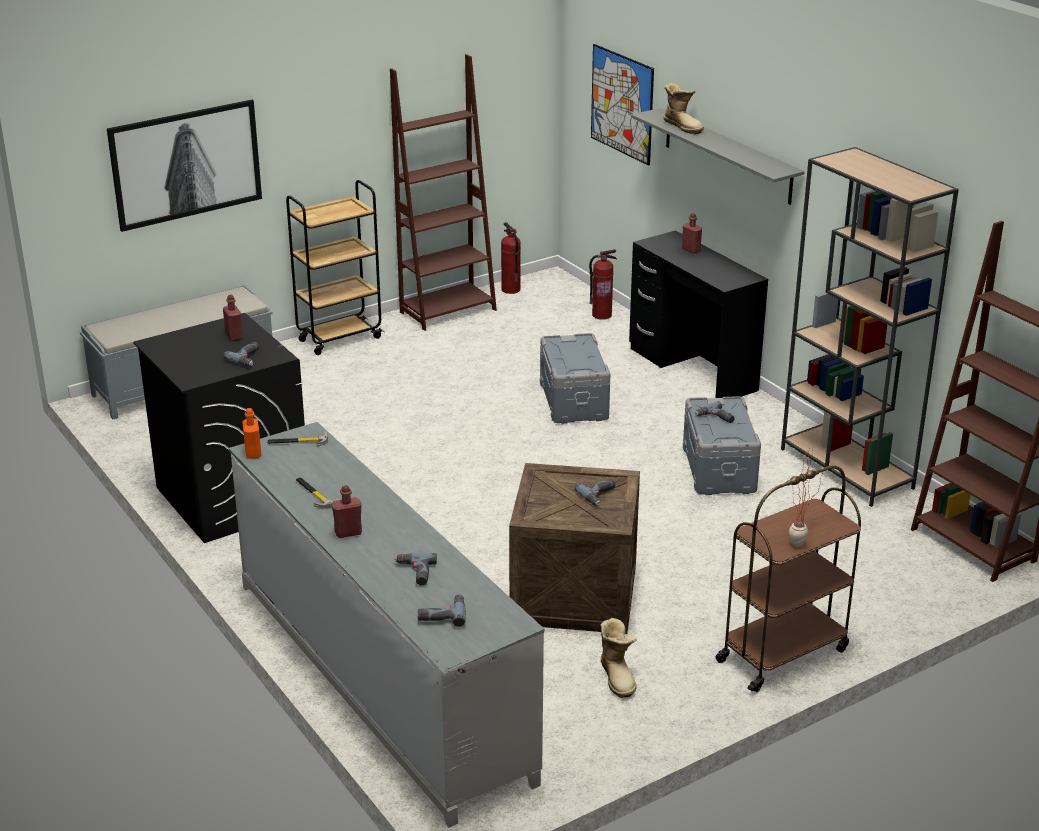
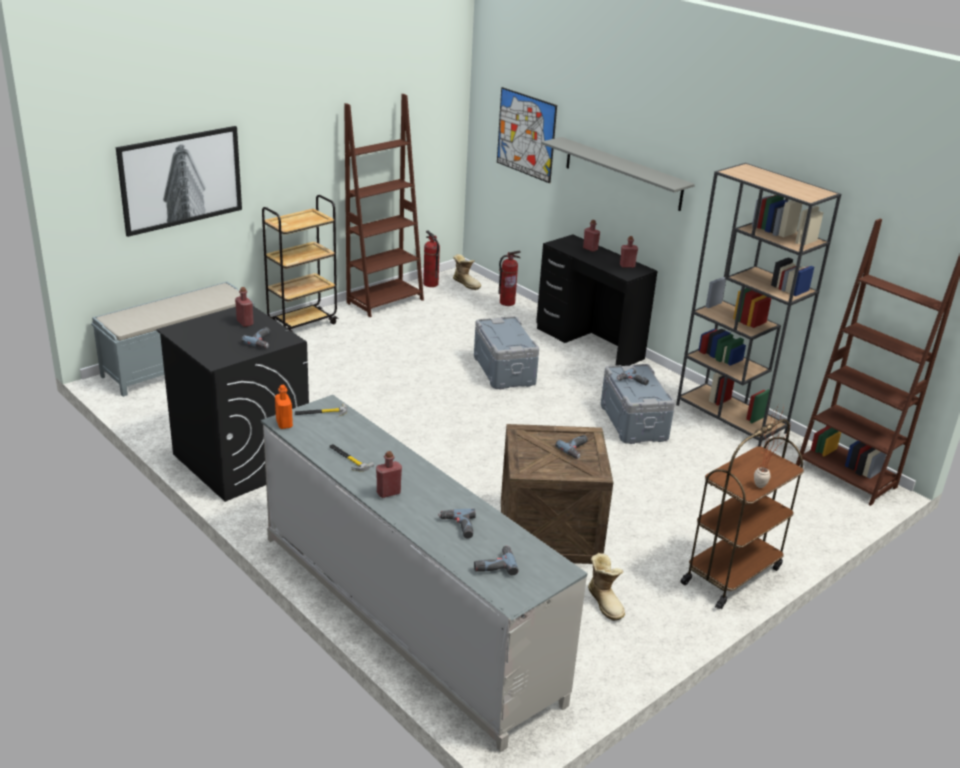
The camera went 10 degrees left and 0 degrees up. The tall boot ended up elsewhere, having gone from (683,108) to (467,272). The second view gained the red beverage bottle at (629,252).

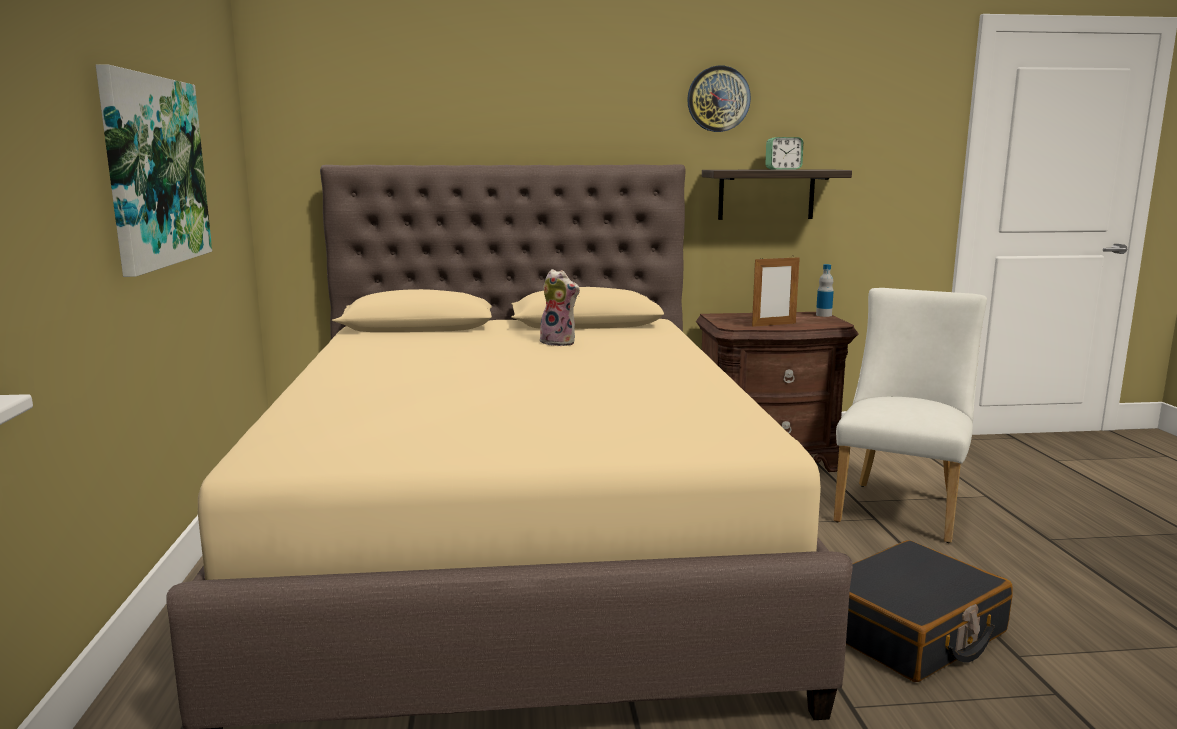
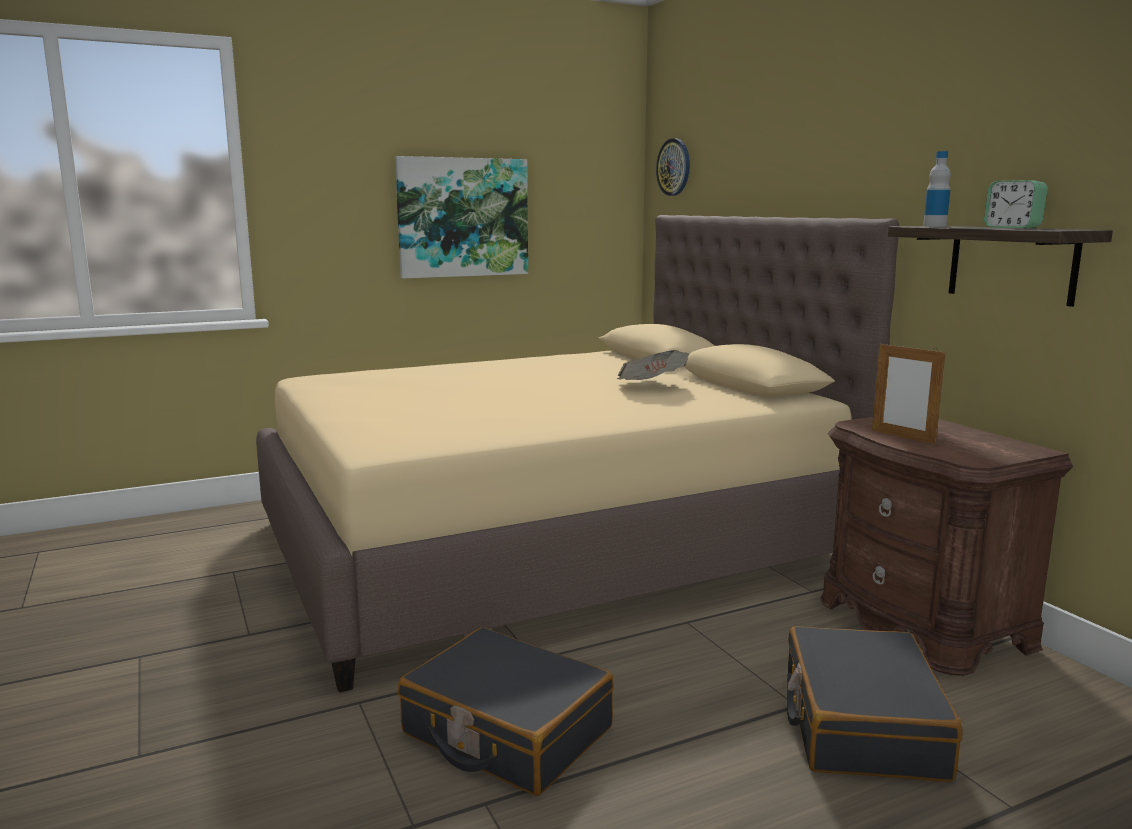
The camera went 70 degrees right and 0 degrees up. Where the cuddly toy stood at (559,307), the printed paper came to stand at (653,365). The hanging clock ended up elsewhere, having gone from (719,99) to (673,167). The beverage bottle ended up elsewhere, having gone from (825,290) to (937,189). Where the whitish upright chair stood at (910,415), the black suitcase came to stand at (875,704).

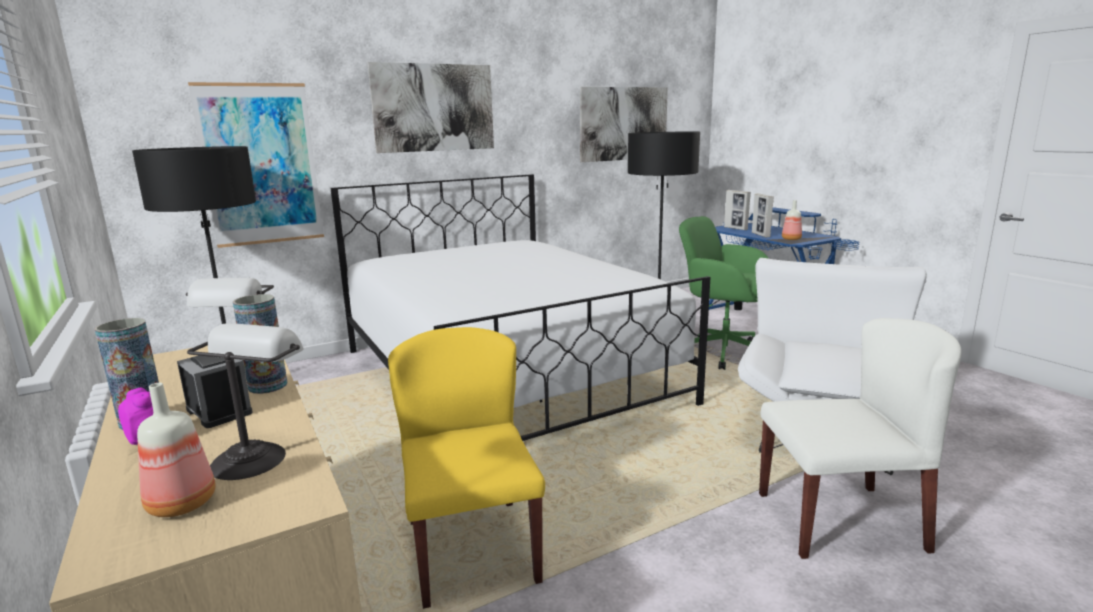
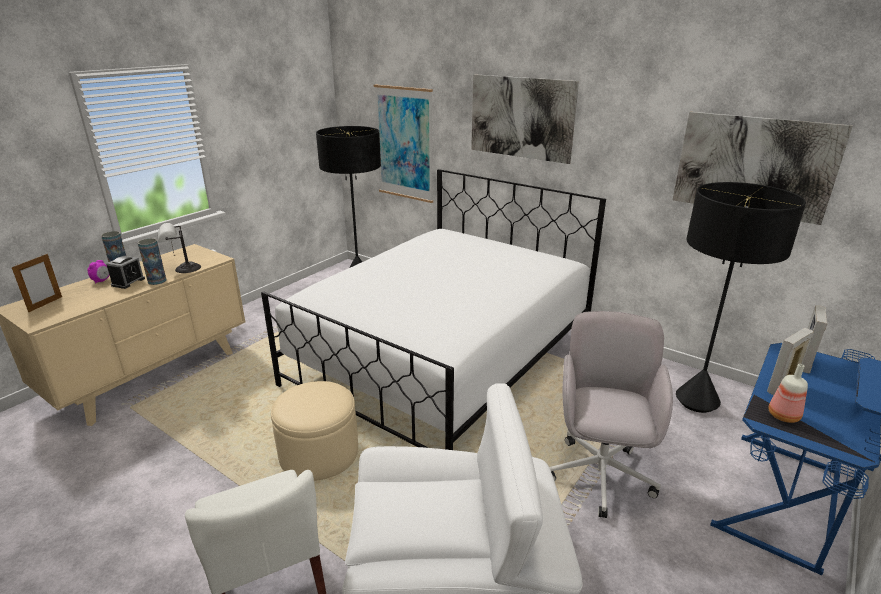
The camera went 65 degrees right and 10 degrees up. Where the beverage bottle stood at (176,450), the standing frame came to stand at (37,283). The second view lost the table lamp at (245,401). The second view lost the yellow upright chair at (466,468). What was the green-coloured computer chair at (724,293) turned into the grey computer chair at (611,414). The second view gained the beige ottoman at (314,431).

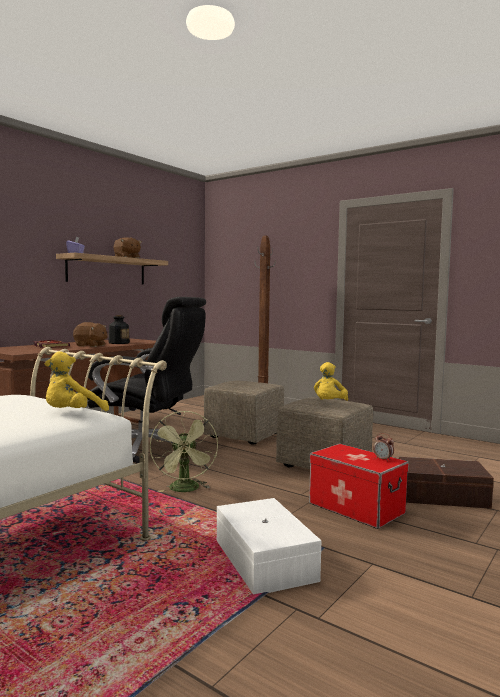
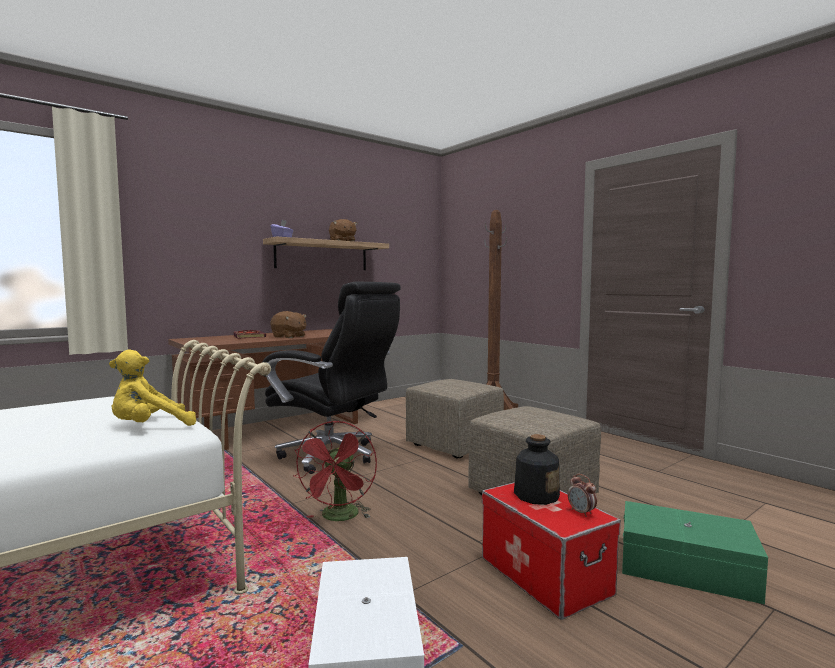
The camera went 15 degrees right and 0 degrees up. The beverage bottle ended up elsewhere, having gone from (119,329) to (537,469). What was the green-coloured cooling fan at (184,451) turned into the red cooling fan at (335,471). The second view lost the yellow cuddly toy at (331,381). What was the brown-coloured storage bin at (446,483) turned into the green-coloured storage bin at (695,552).

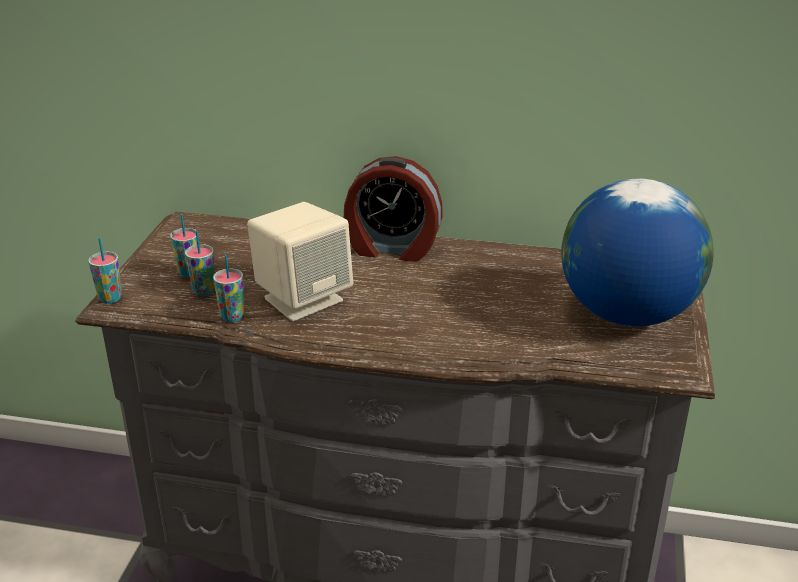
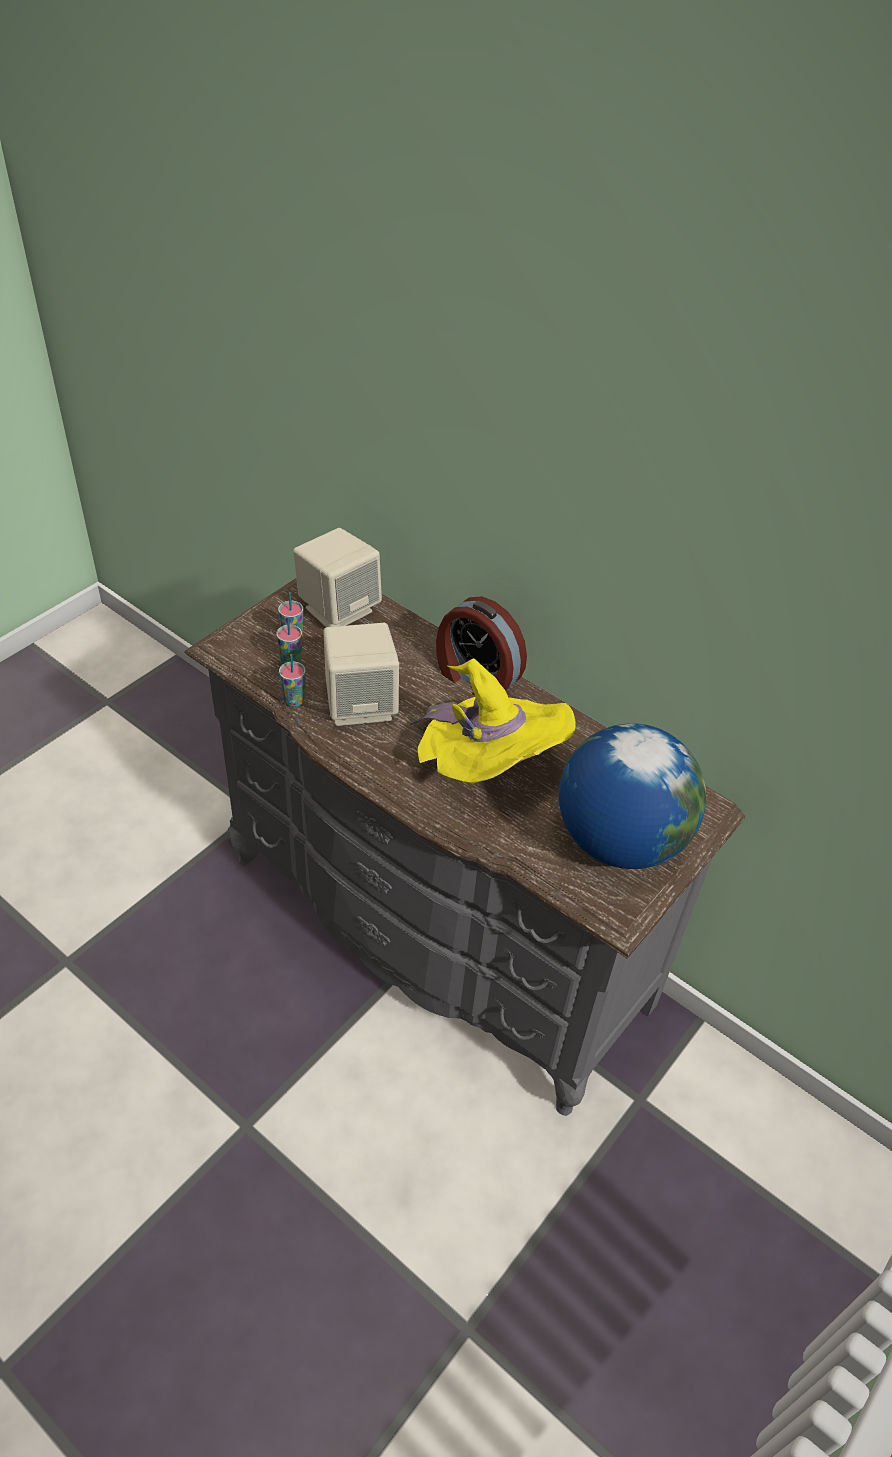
The camera went 25 degrees right and 15 degrees up. The second view lost the drinking cup at (105,270). The second view gained the beige speaker at (337,577). The second view gained the yellow clothing hat at (493,721).

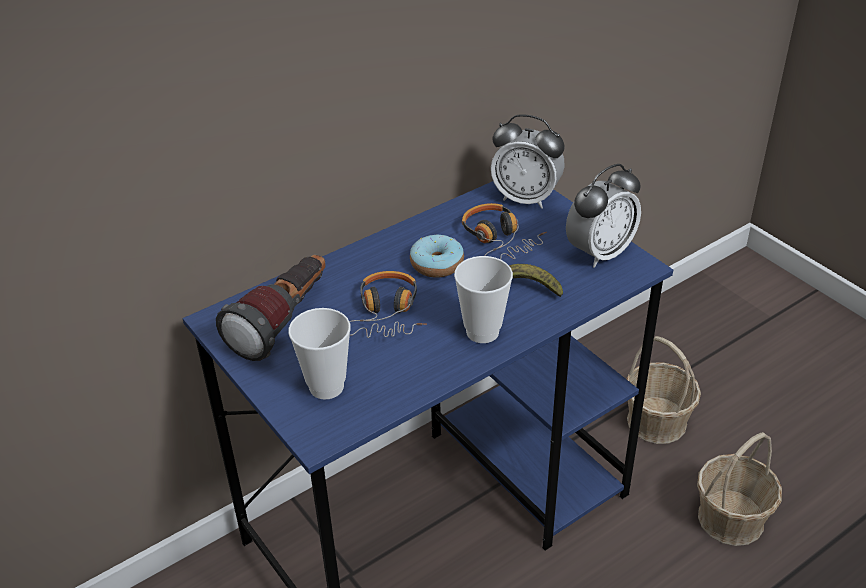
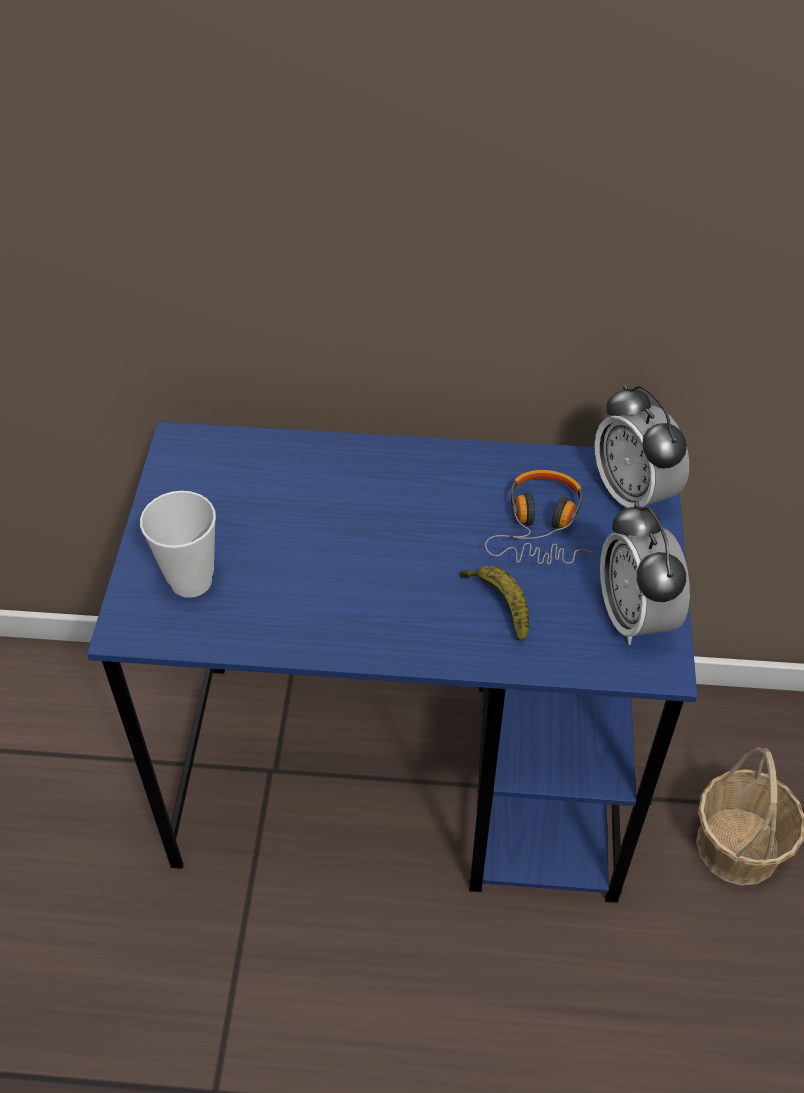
The camera went 40 degrees right and 10 degrees up. The second view lost the flashlight at (271,308). The second view lost the headset at (388,304). The second view lost the donut at (437,256). The second view lost the drinking cup at (483,299). The bedside clock at (603,216) ended up facing another way, 75 degrees clockwise from before. The second view lost the household basket at (739,489).

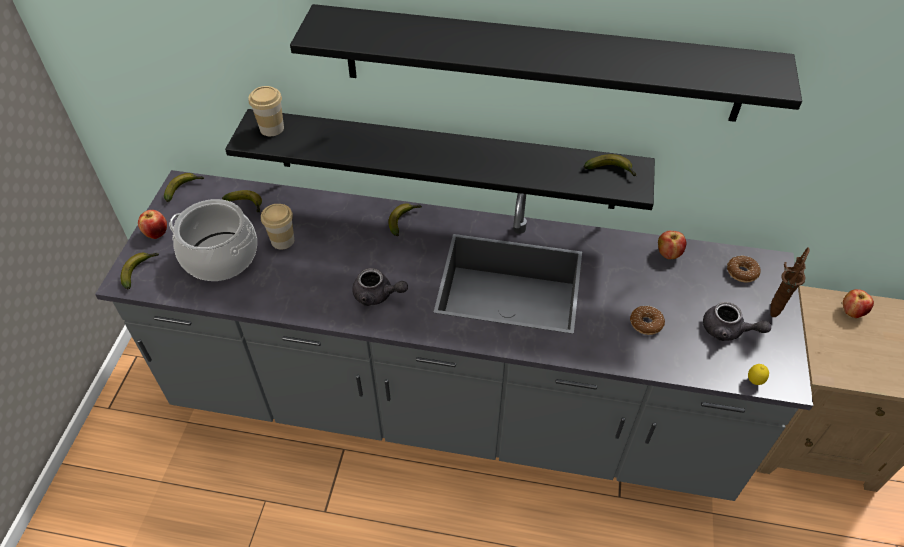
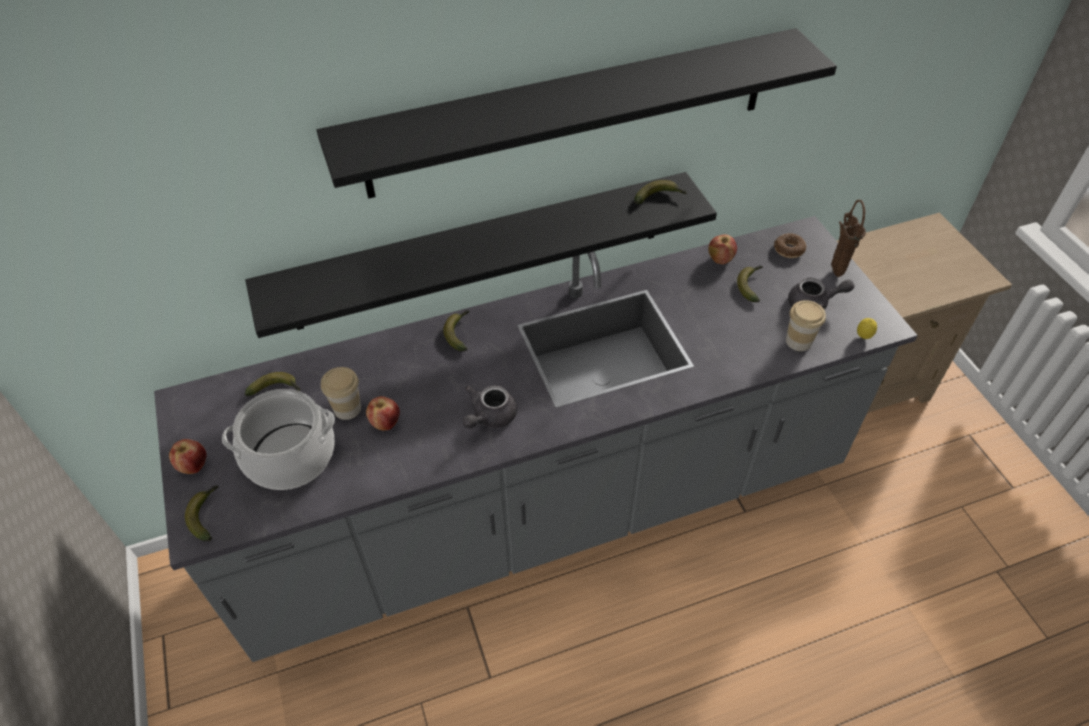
The camera went 30 degrees left and 0 degrees up. The banana fruit ended up elsewhere, having gone from (184,187) to (750,283). The drinking cup ended up elsewhere, having gone from (266,111) to (806,325). The grey tea pot at (380,287) ended up facing another way, 135 degrees clockwise from before. The second view lost the donut at (647,320). The apple ended up elsewhere, having gone from (858,303) to (383,413).

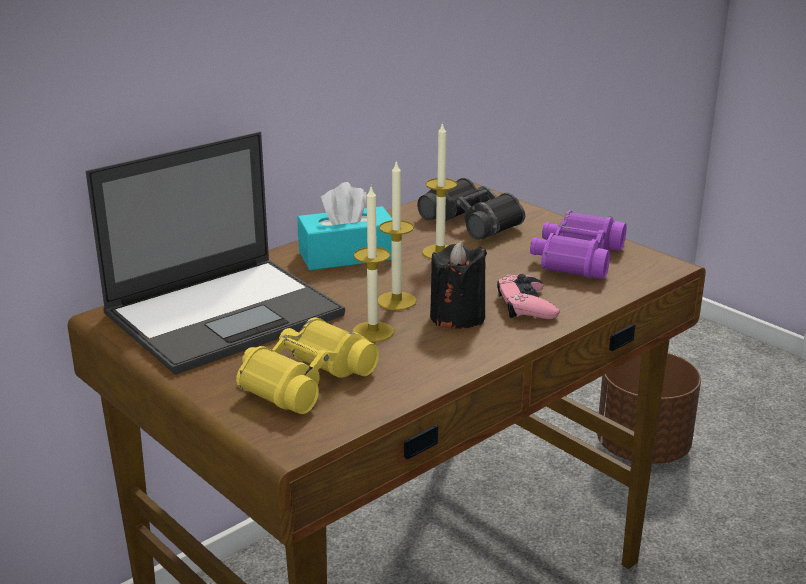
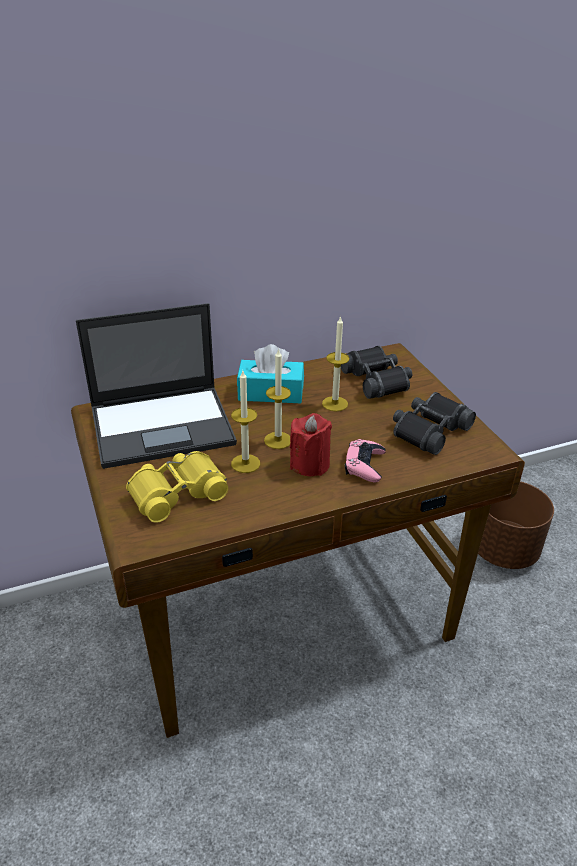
The camera went 20 degrees right and 10 degrees up. What was the black candle at (458,285) turned into the red candle at (311,444). What was the purple field glasses at (578,244) turned into the black field glasses at (434,423).

